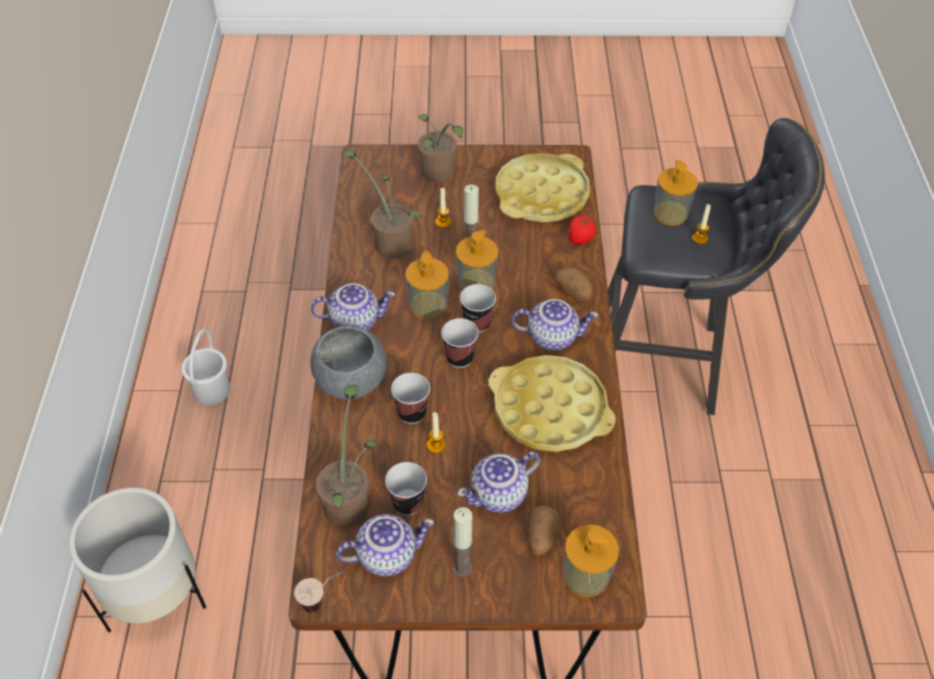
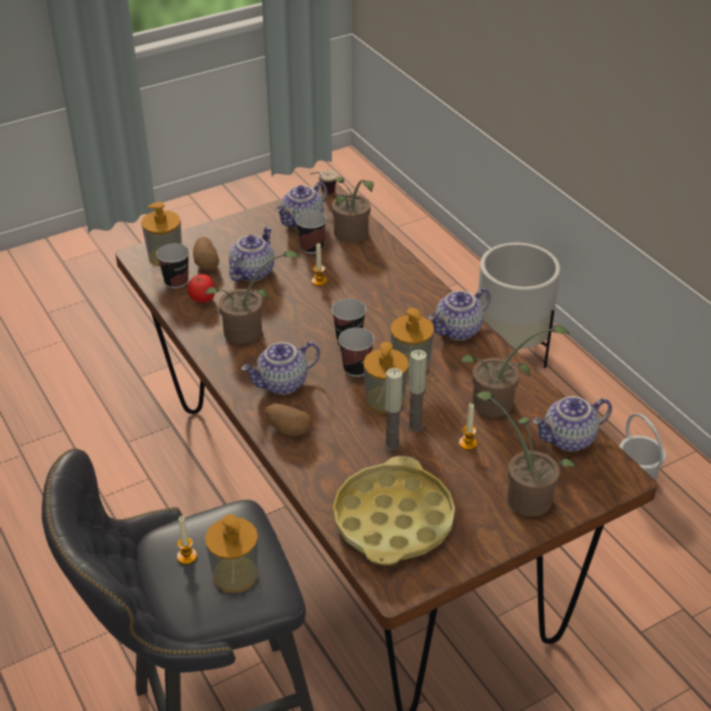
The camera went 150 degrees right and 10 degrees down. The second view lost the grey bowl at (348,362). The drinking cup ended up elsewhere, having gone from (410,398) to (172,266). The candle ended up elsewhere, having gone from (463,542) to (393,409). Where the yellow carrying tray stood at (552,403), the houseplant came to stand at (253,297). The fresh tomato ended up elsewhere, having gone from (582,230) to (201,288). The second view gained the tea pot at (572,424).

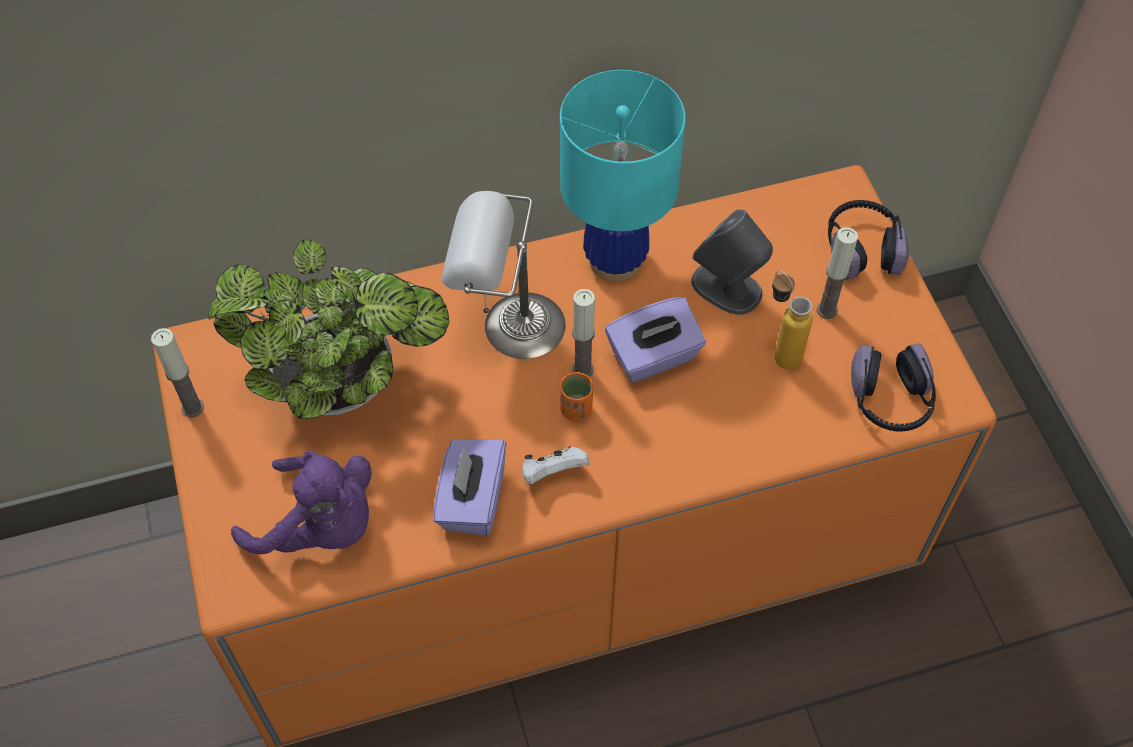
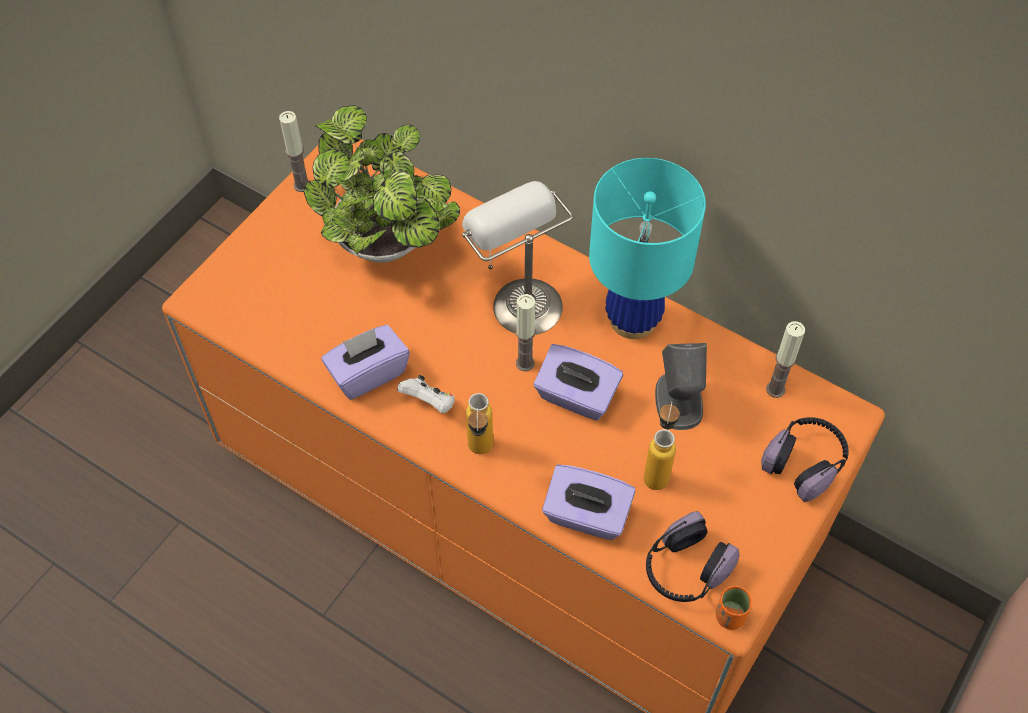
The camera went 50 degrees right and 0 degrees up. The second view lost the purple cuddly toy at (301,502). The orange-coloured drinking cup ended up elsewhere, having gone from (576,397) to (734,608). The candle ended up elsewhere, having gone from (837,273) to (785,359). The second view gained the beverage bottle at (479,423). The second view gained the purple tissue box at (588,502).

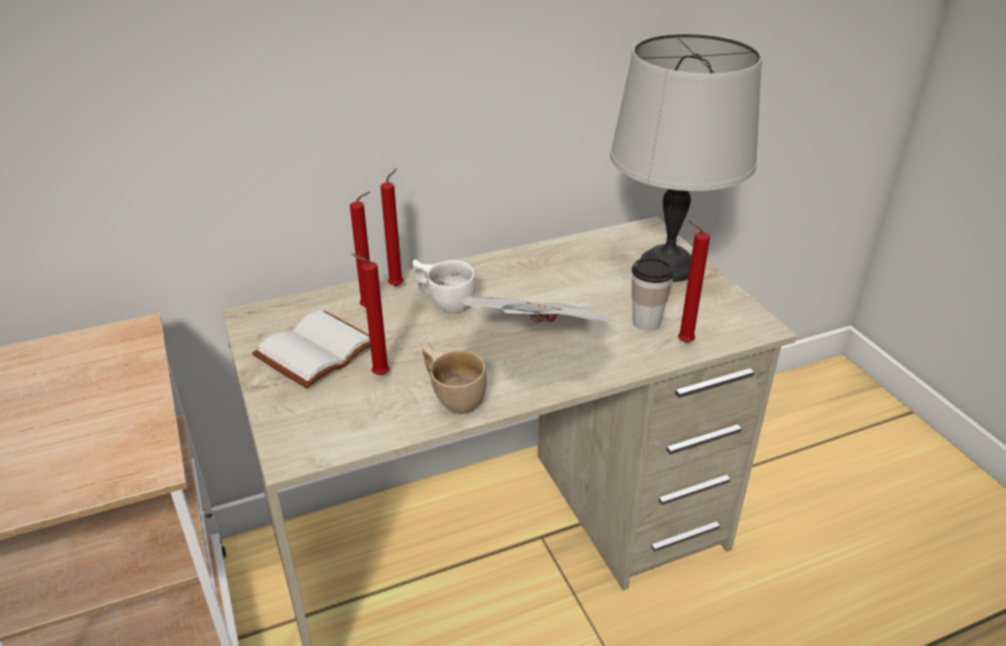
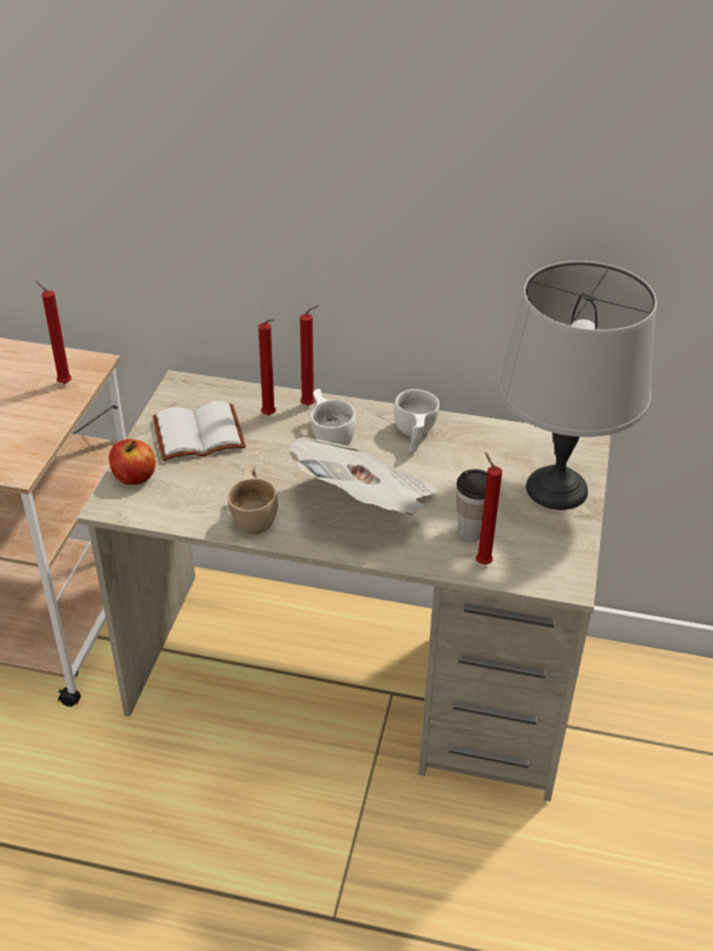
The camera went 35 degrees right and 5 degrees up. The red candle ended up elsewhere, having gone from (370,314) to (53,332). The second view gained the apple at (132,462). The second view gained the whitish drinking cup at (416,421).

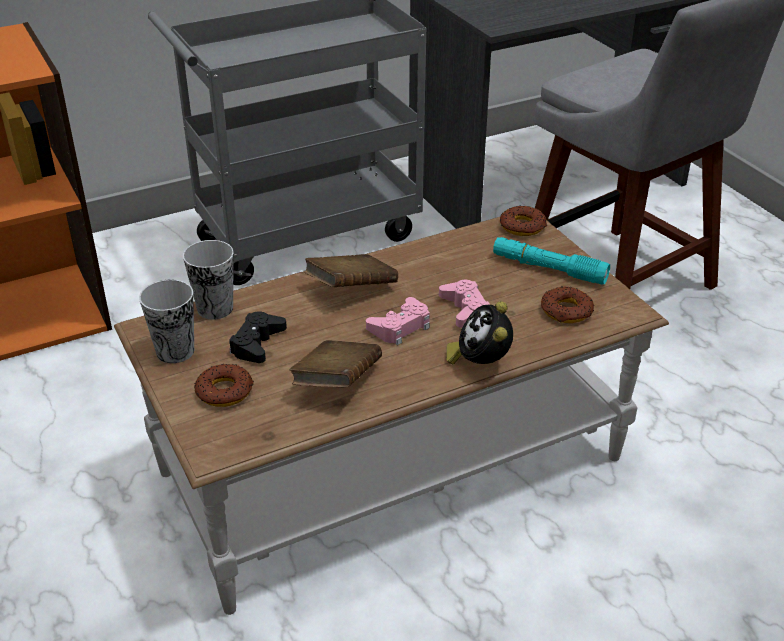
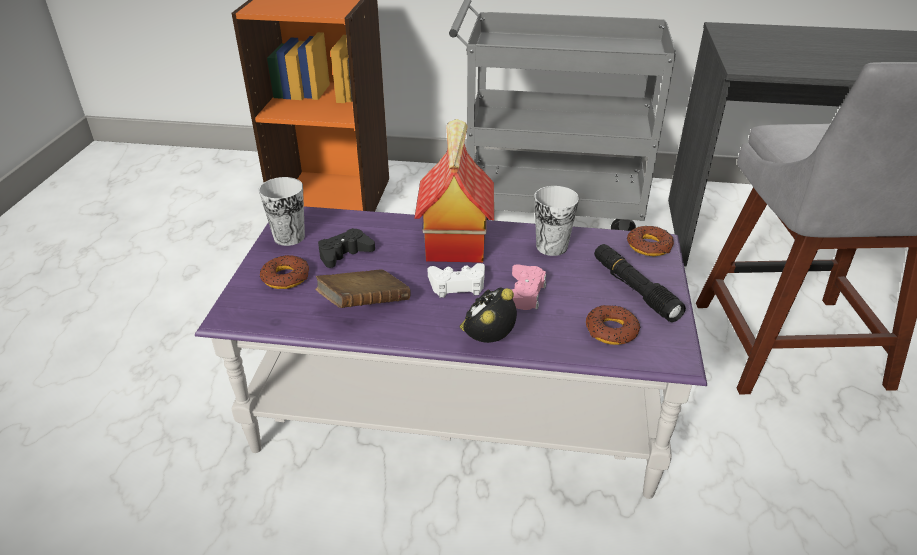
The camera went 35 degrees right and 0 degrees up. What was the brown-coloured coffee table at (391,416) turned into the purple coffee table at (451,352). The drinking cup ended up elsewhere, having gone from (208,280) to (556,221). Where the brown-coloured book stood at (351,270), the toy house came to stand at (454,191). What was the pink joypad at (398,321) turned into the whitish joypad at (456,280). What was the blue-green flashlight at (551,260) turned into the black flashlight at (640,283).

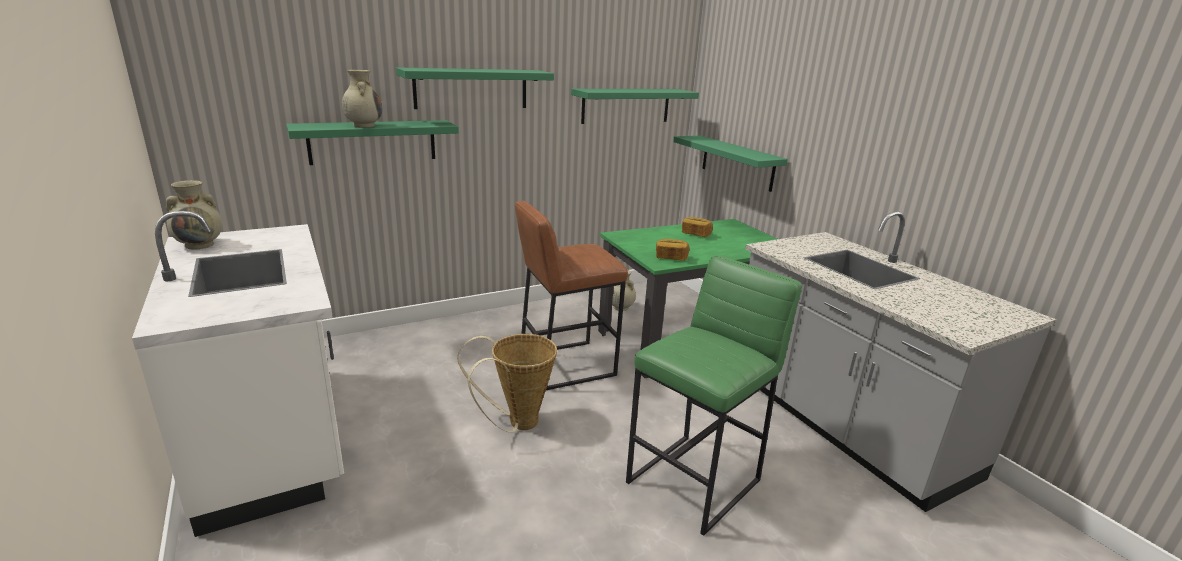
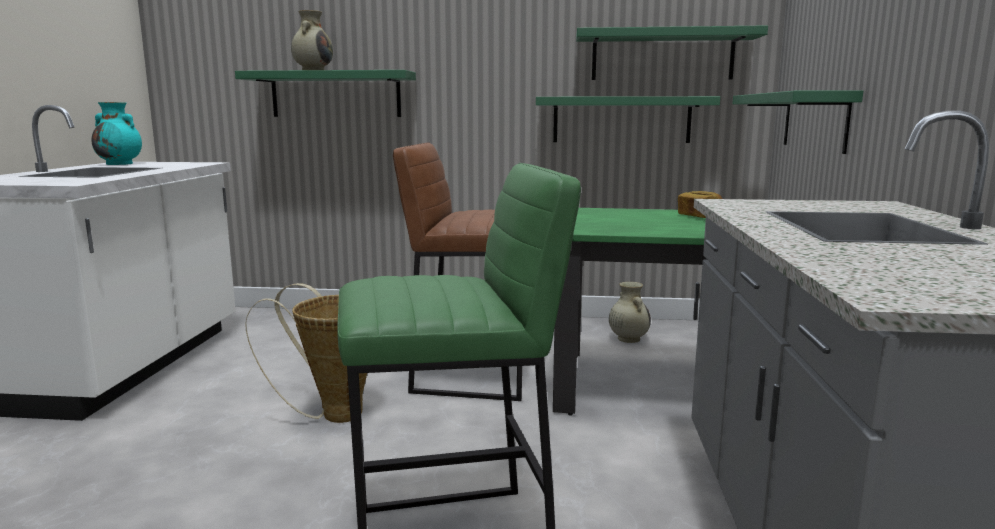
The camera went 35 degrees right and 10 degrees down. What was the beige flower vase at (194,214) turned into the blue-green flower vase at (116,133). The green-coloured bracket shelf ended up elsewhere, having gone from (475,88) to (628,119). The second view lost the baked bread at (673,250).

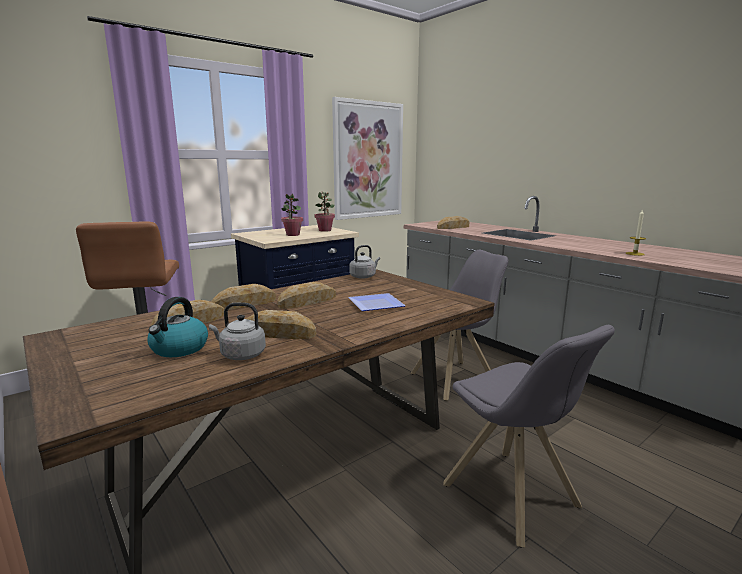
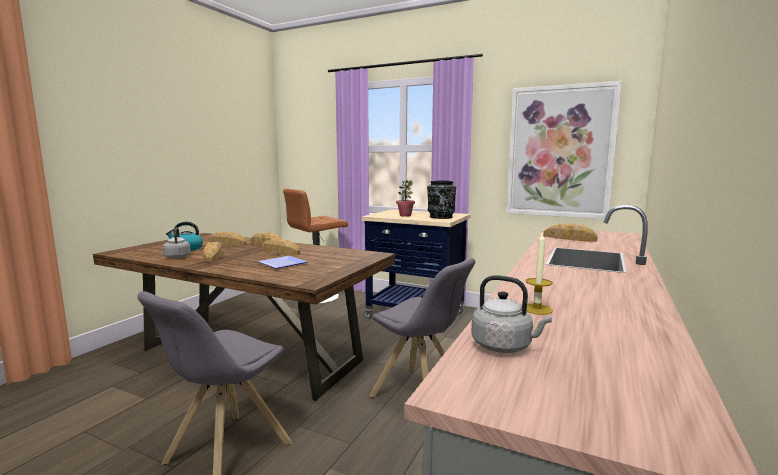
The camera went 65 degrees right and 5 degrees down. Where the houseplant stood at (325,212), the black flower vase came to stand at (441,199). The grey tea kettle ended up elsewhere, having gone from (364,262) to (511,314).

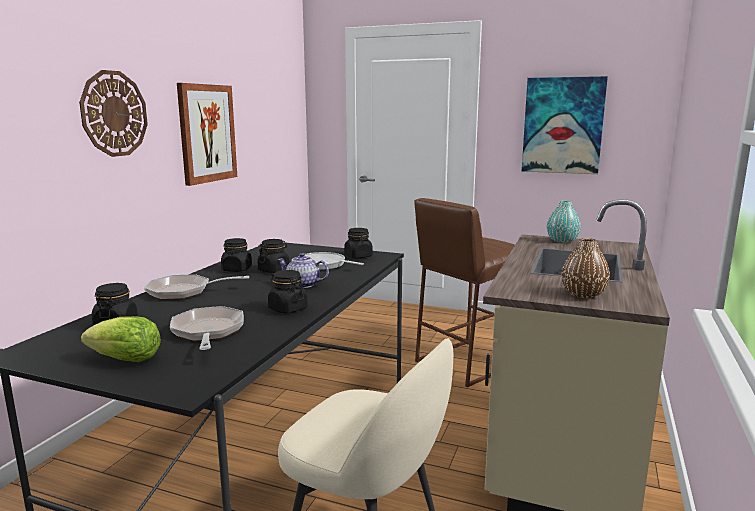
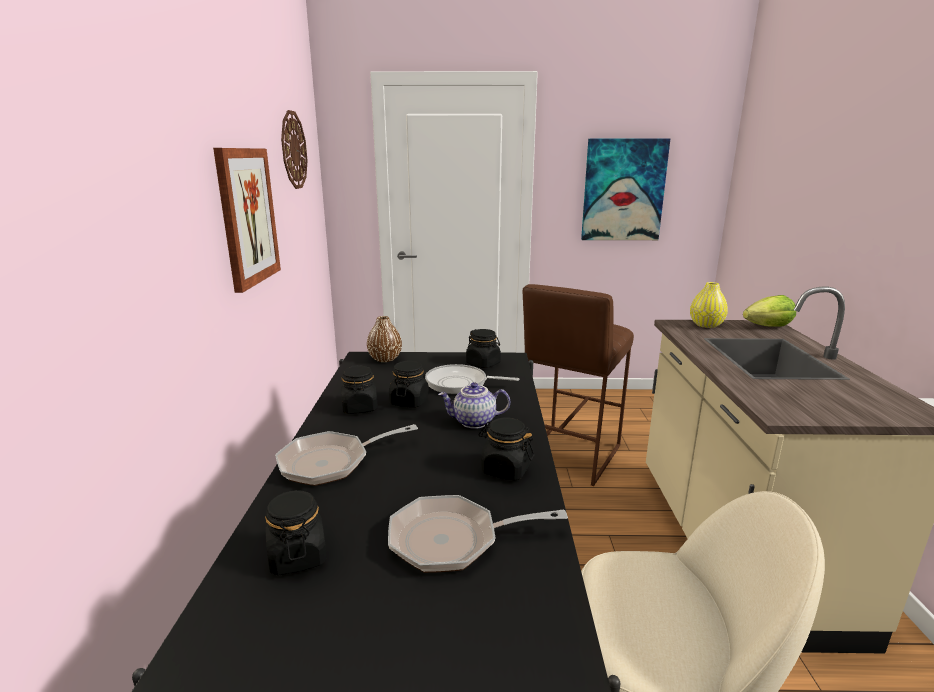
The camera went 20 degrees left and 5 degrees up. The hanging clock ended up elsewhere, having gone from (113,113) to (294,149). The lettuce head ended up elsewhere, having gone from (121,339) to (769,311). The pan at (207,328) ended up facing another way, 60 degrees counterclockwise from before. What was the blue-green flower vase at (564,222) turned into the yellow flower vase at (709,305). The brown-coloured flower vase ended up elsewhere, having gone from (586,268) to (384,339).

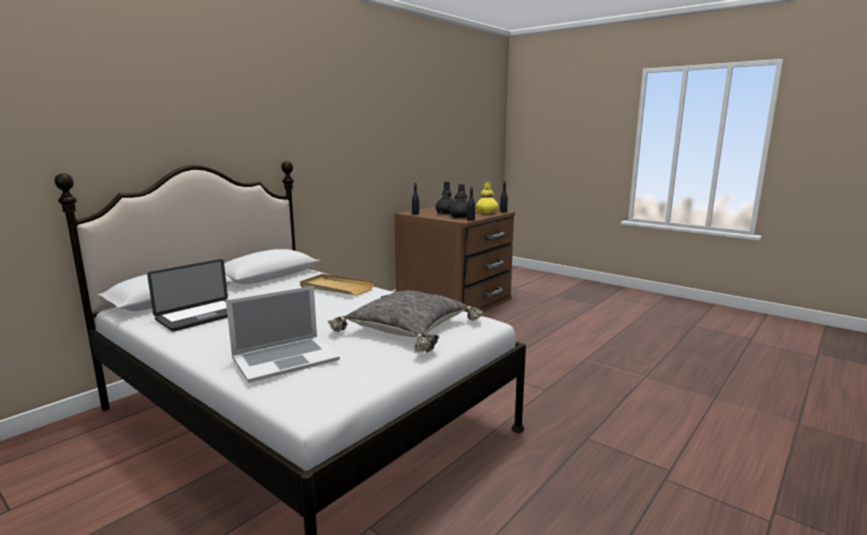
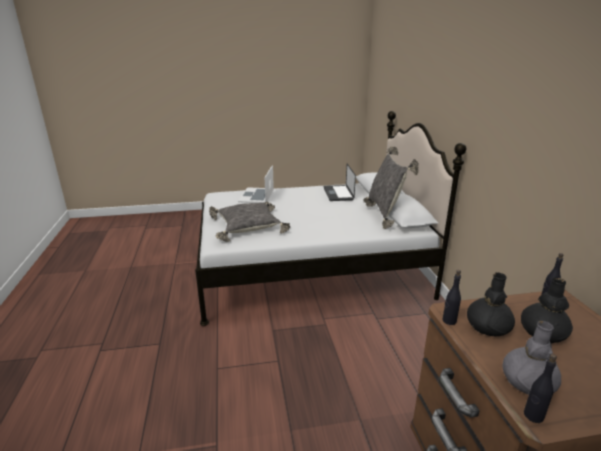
The camera went 130 degrees right and 10 degrees up. The second view lost the beige carrying tray at (338,285). What was the yellow flower vase at (487,198) turned into the grey flower vase at (532,357). The second view gained the throw pillow at (391,187).

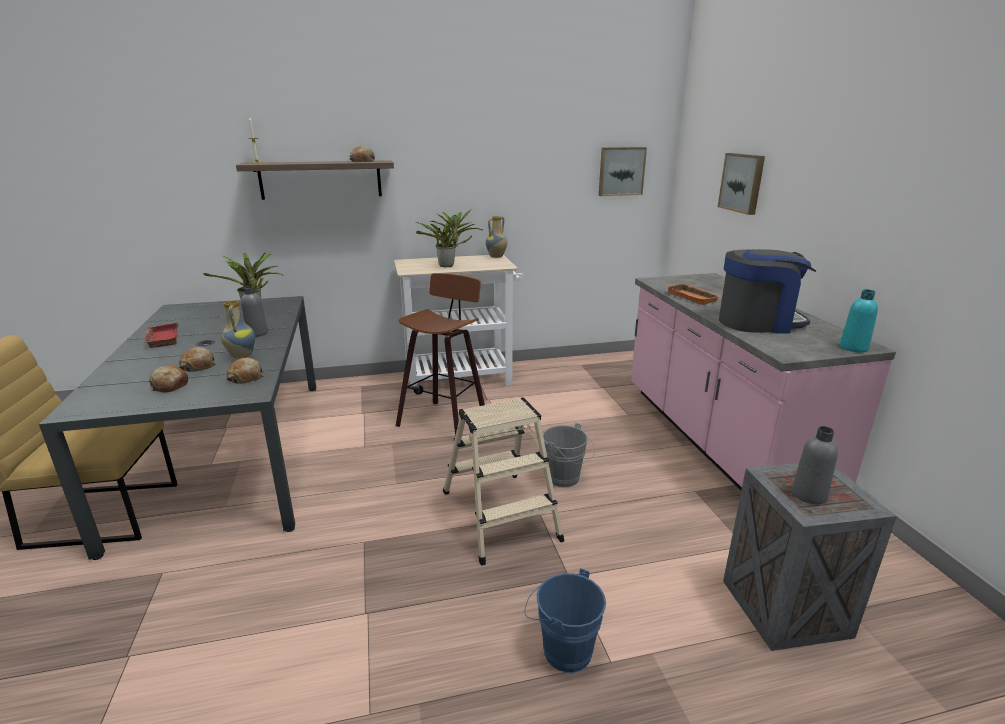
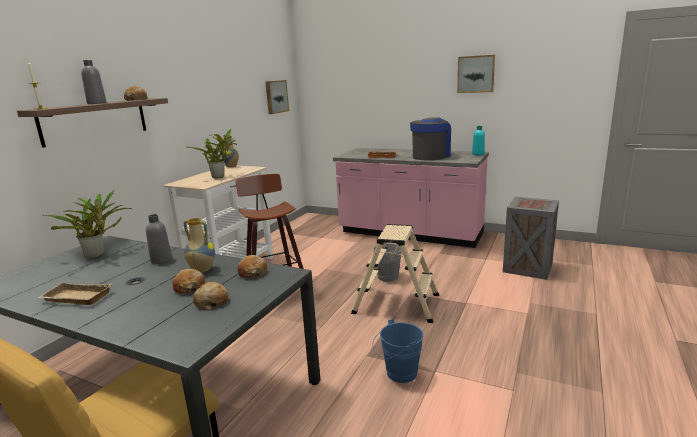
The camera went 50 degrees left and 5 degrees down. What was the red carrying tray at (161,335) turned into the beige carrying tray at (74,293). The blue pail ended up elsewhere, having gone from (565,620) to (398,351). The wall art ended up elsewhere, having gone from (741,184) to (476,74). The grey beverage bottle ended up elsewhere, having gone from (815,465) to (94,82).

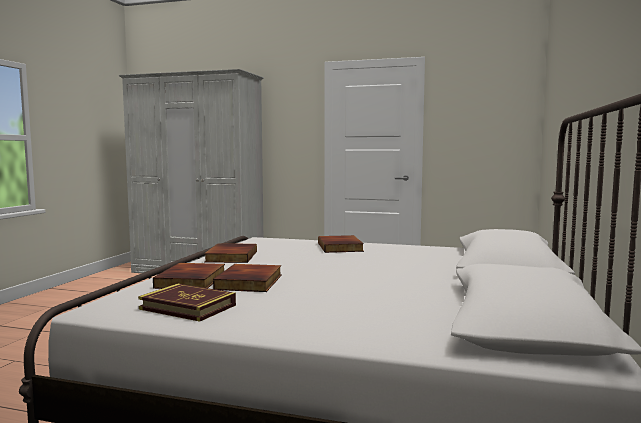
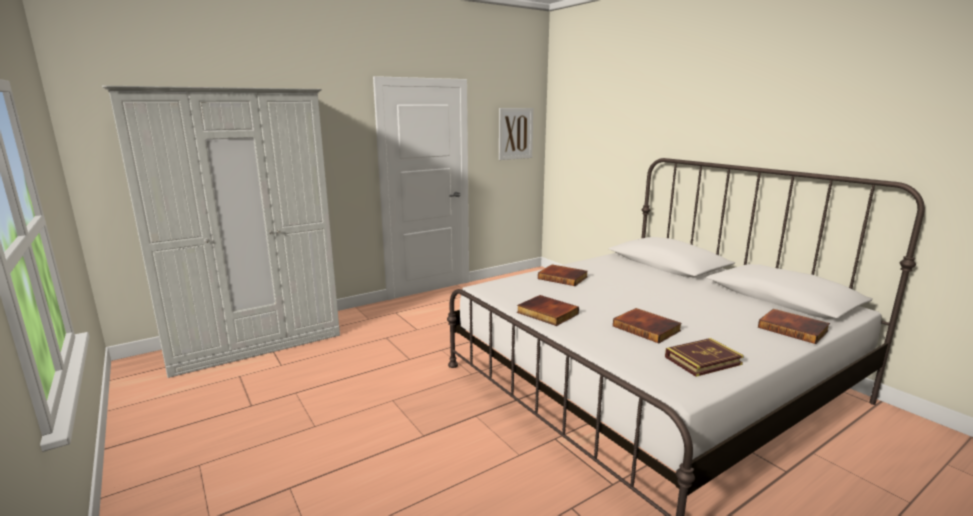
The camera went 50 degrees left and 10 degrees up. The book ended up elsewhere, having gone from (189,276) to (794,326). The second view gained the wall art at (516,134).

